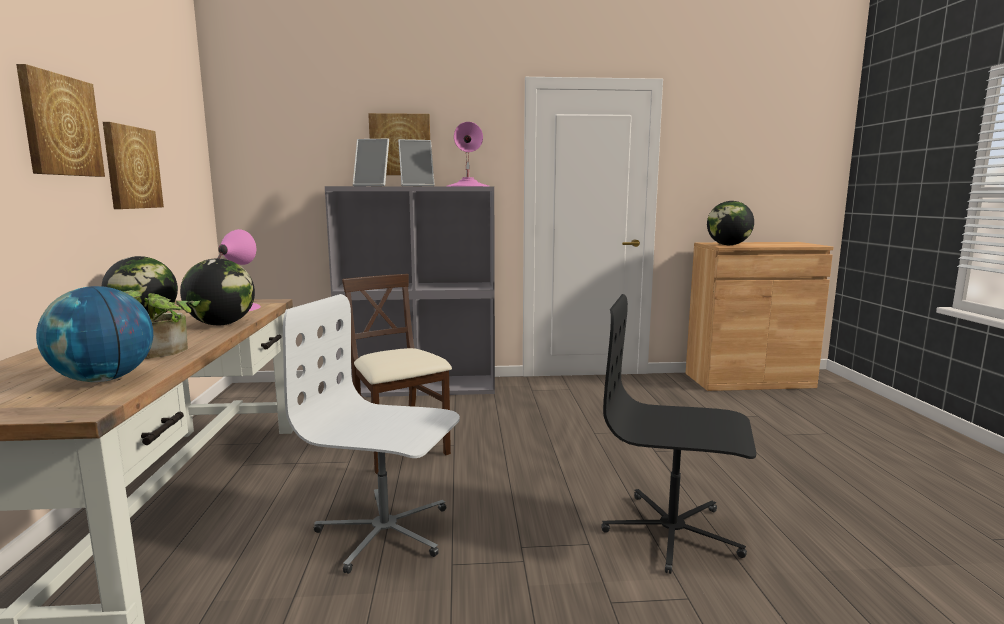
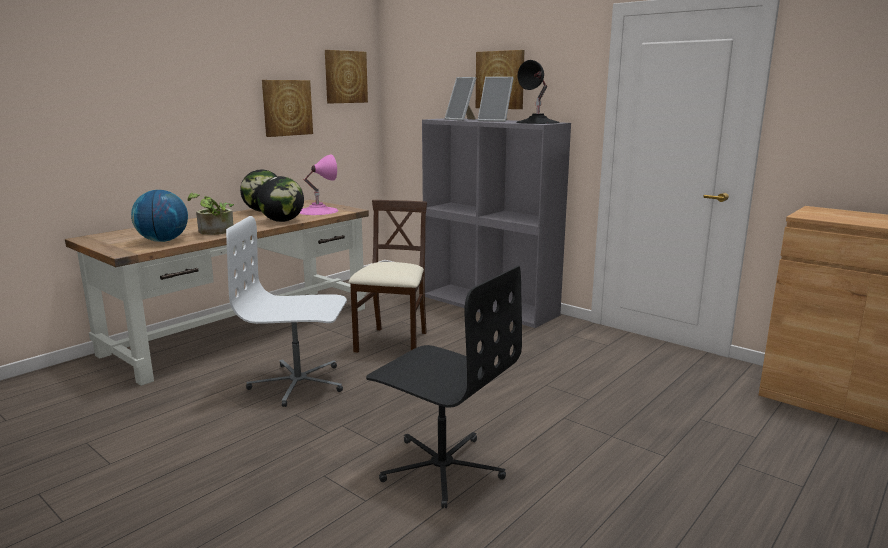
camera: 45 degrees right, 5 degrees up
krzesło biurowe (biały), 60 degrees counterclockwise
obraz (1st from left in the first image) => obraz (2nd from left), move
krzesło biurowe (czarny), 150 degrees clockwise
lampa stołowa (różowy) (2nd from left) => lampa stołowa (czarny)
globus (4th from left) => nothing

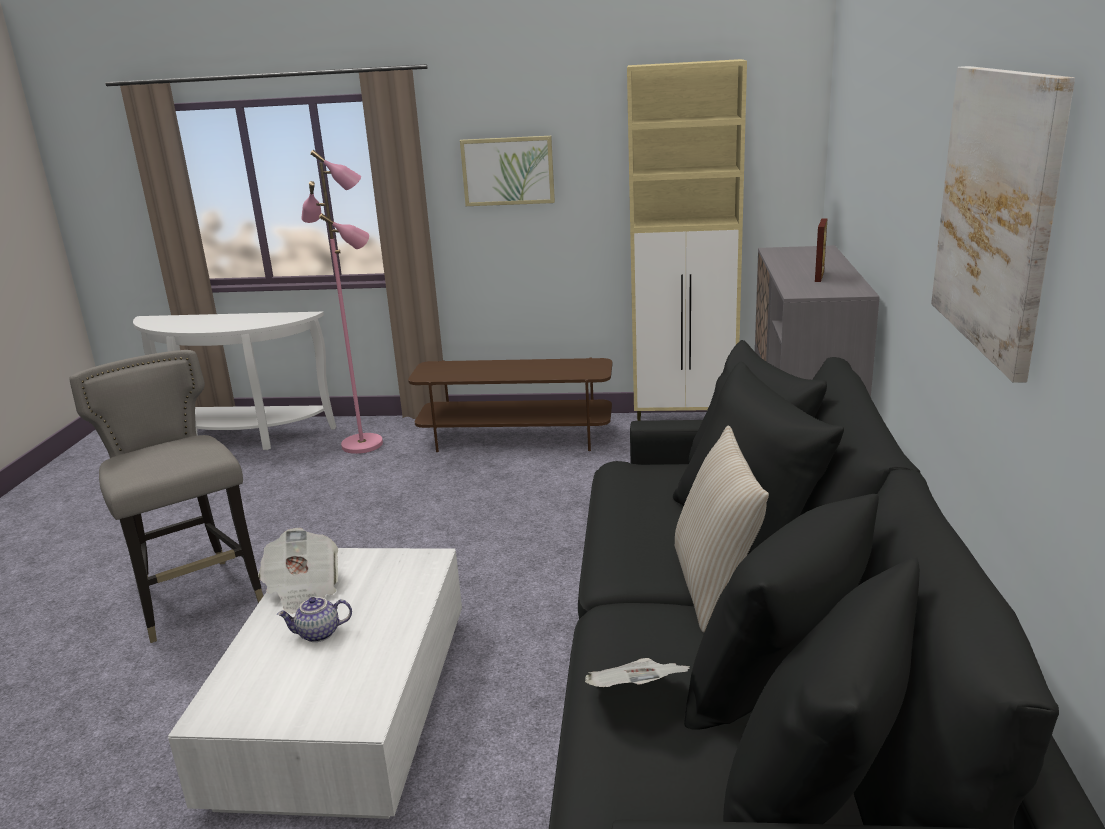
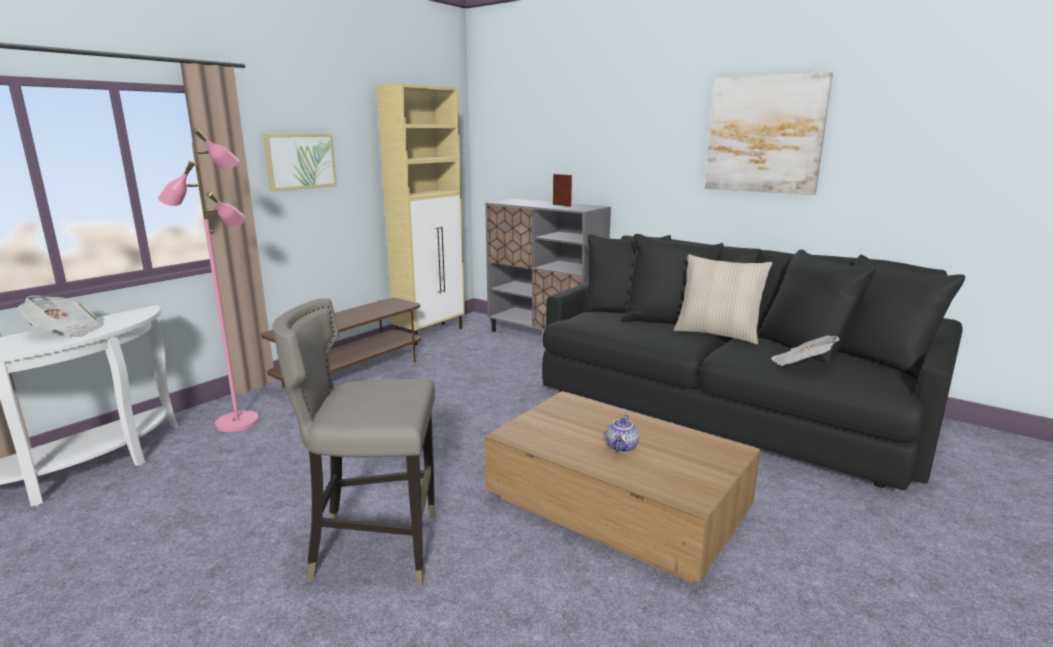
camera: 60 degrees left, 5 degrees down
gazeta (1st from left), move
ława (biały) => ława (brązowy)

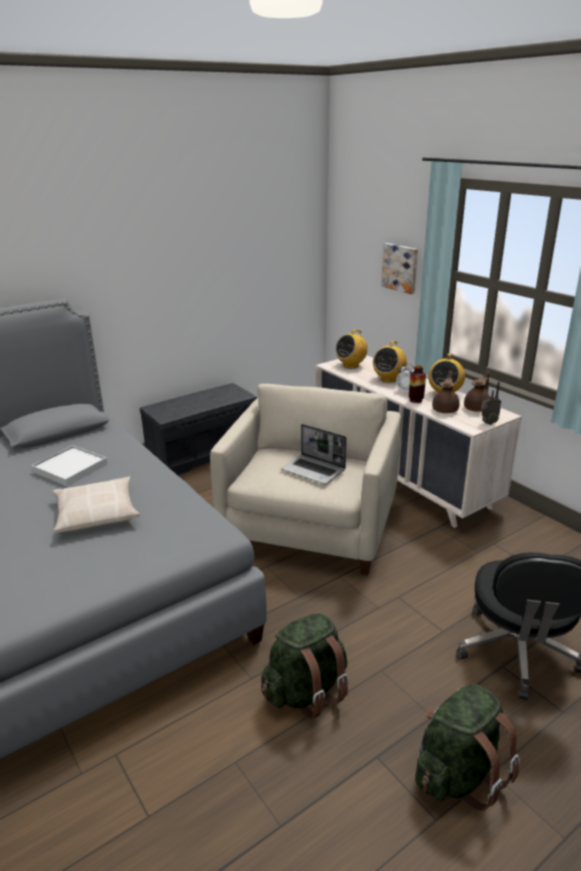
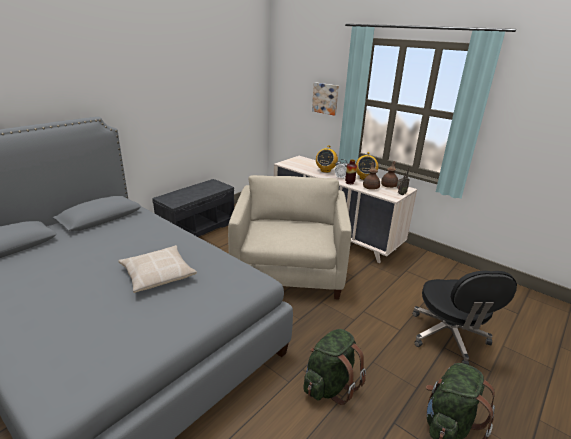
camera: 15 degrees left, 0 degrees up
taca (biały) => nothing
laptop => nothing
radio (1st from left) => nothing

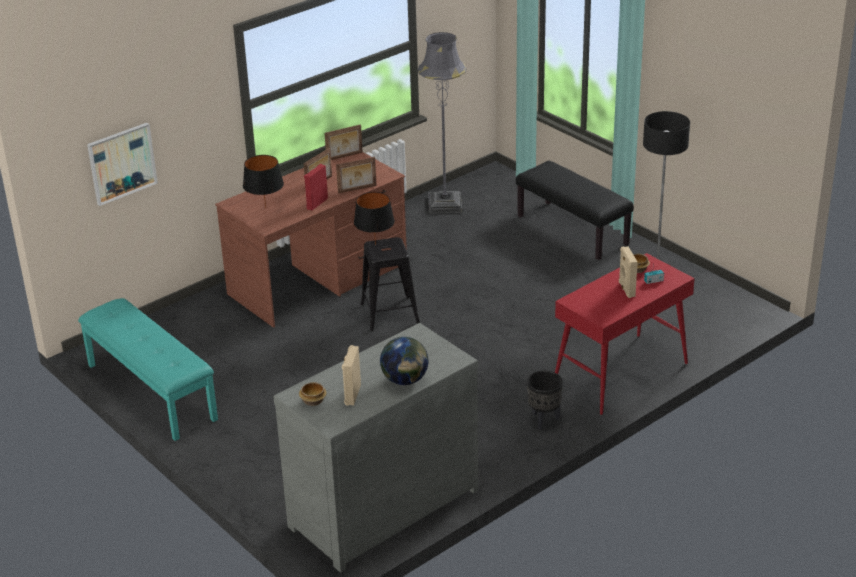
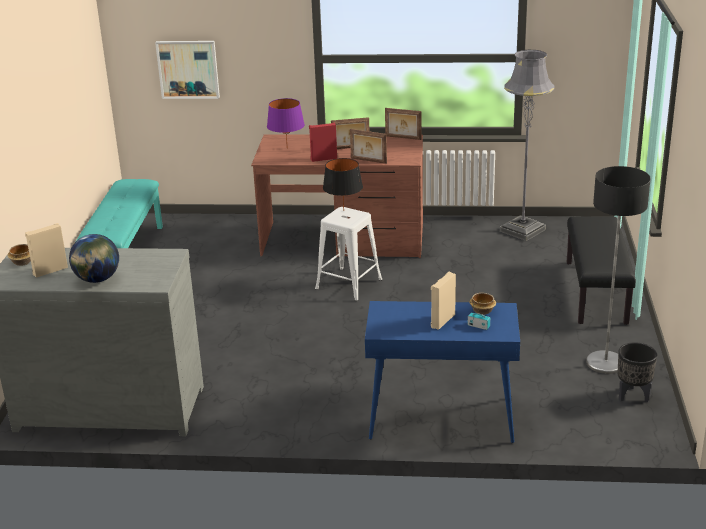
camera: 45 degrees right, 5 degrees down
lampa stołowa (czarny) (1st from left) => lampa stołowa (fioletowy)
stołek (czarny) => stołek (biały)
stolik konsolowy (czerwony) => stolik konsolowy (niebieski)
donica (czarny), move

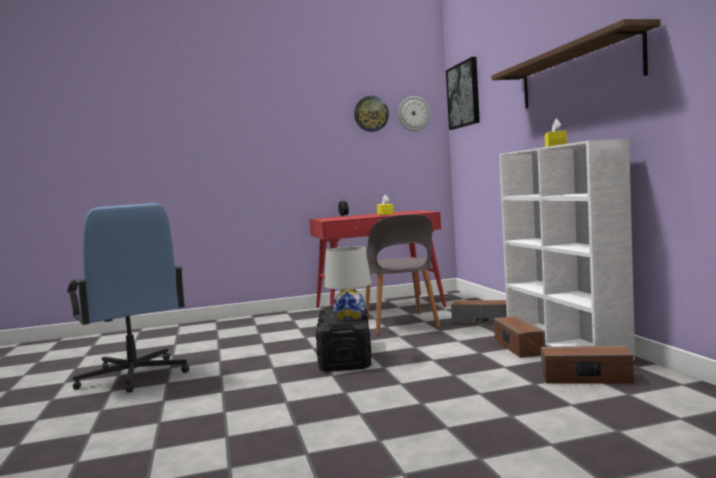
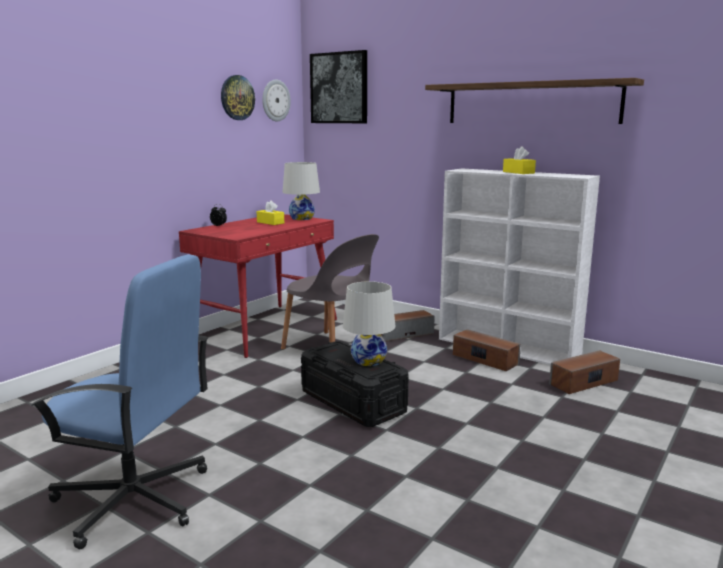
camera: 40 degrees left, 10 degrees up
nothing => lampa stołowa (biały) (1st from left)

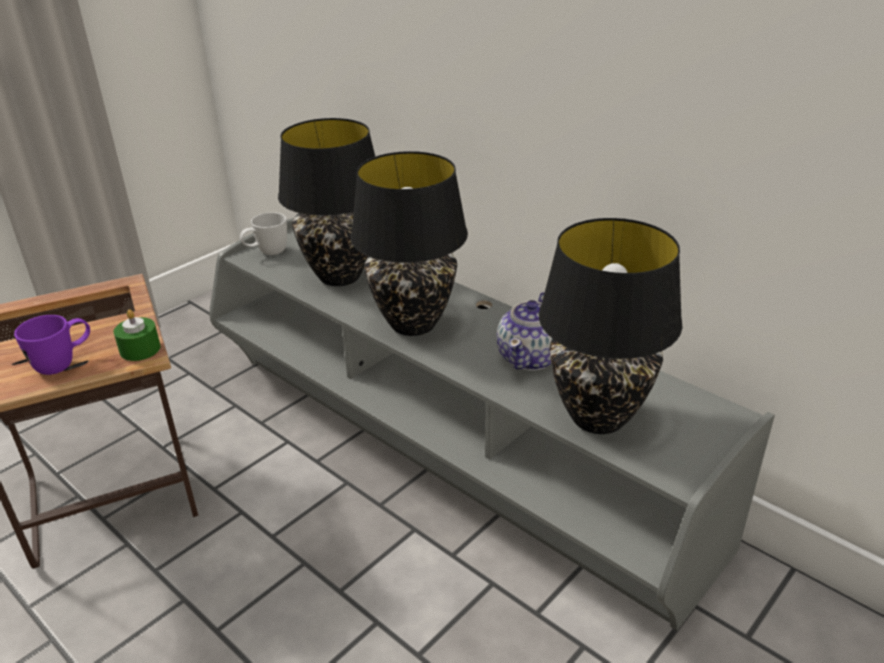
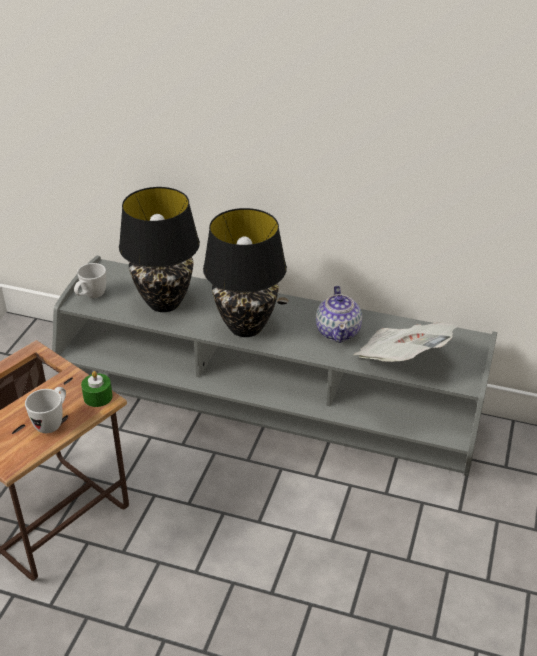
camera: 25 degrees left, 5 degrees up
kubek (fioletowy) => kubek (biały) (1st from left)
lampa stołowa (czarny) (3rd from left) => gazeta

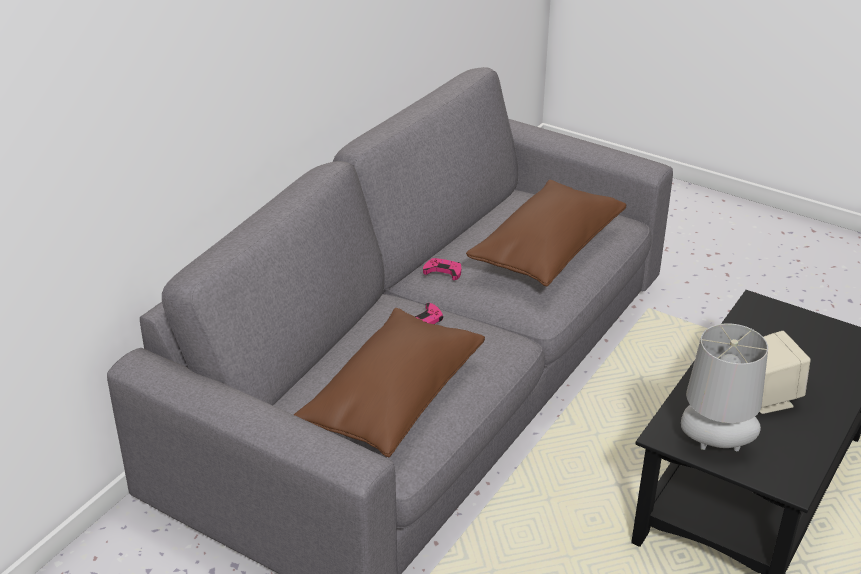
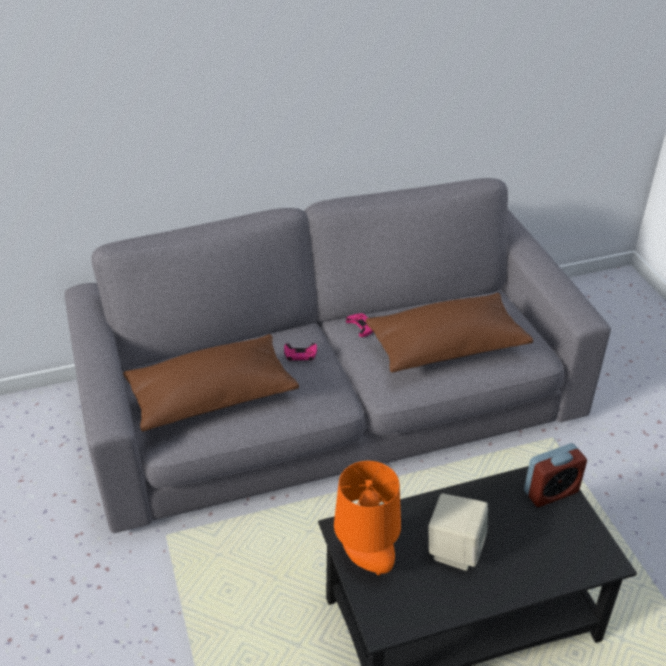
camera: 40 degrees right, 5 degrees up
lampa stołowa (szary) => lampa stołowa (pomarańczowy)
nothing => budzik

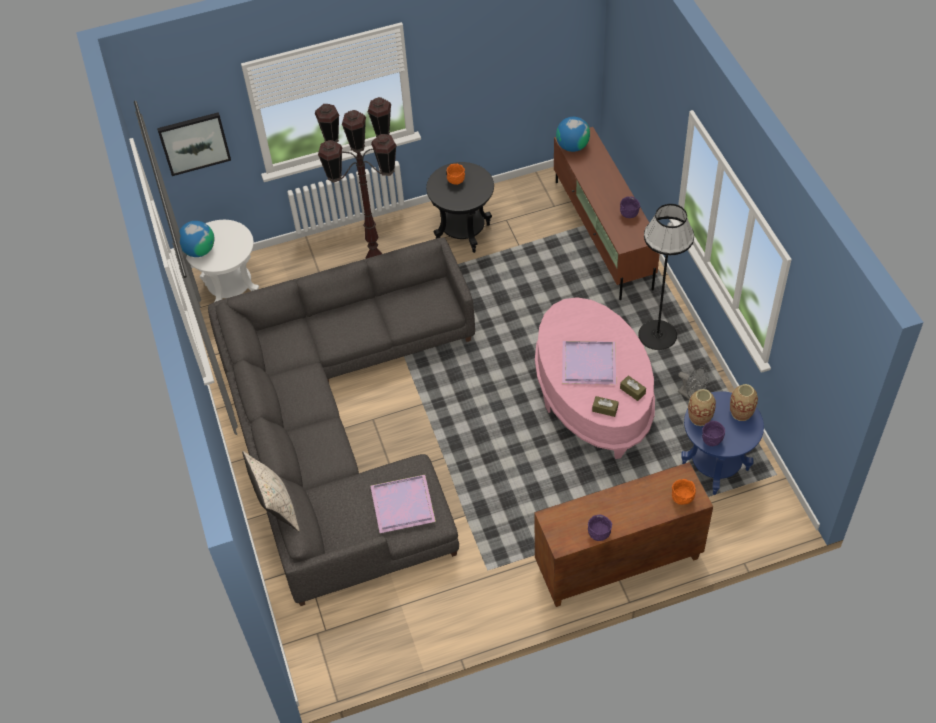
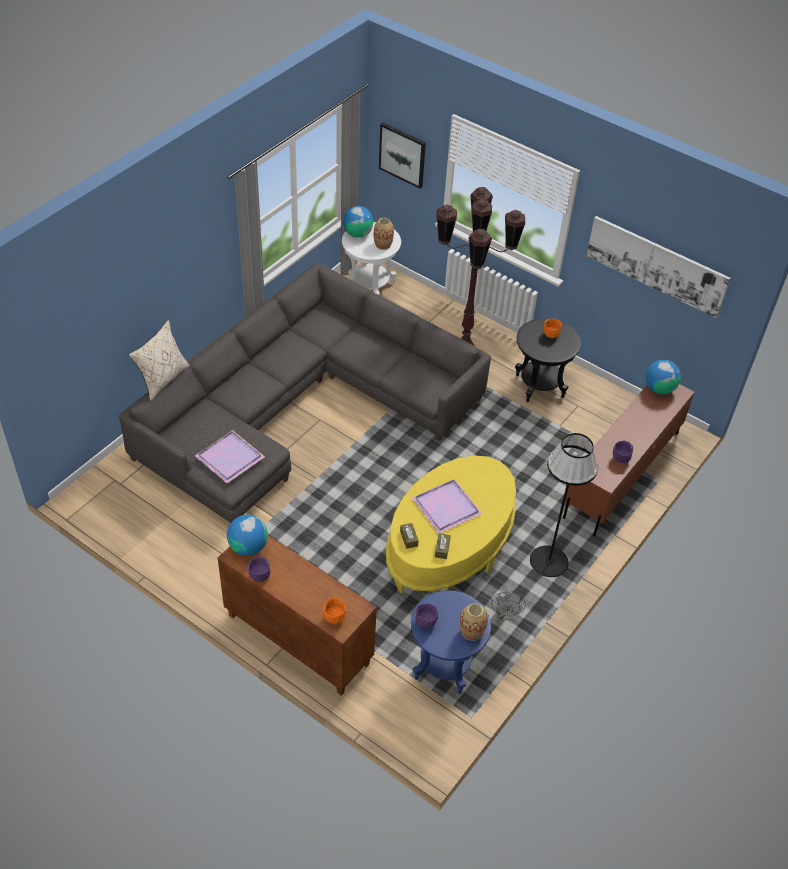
camera: 50 degrees right, 5 degrees down
nothing => globus (1st from left)
wazon (1st from left), move
ława (różowy) => ława (żółty)
nothing => obraz (2nd from left)

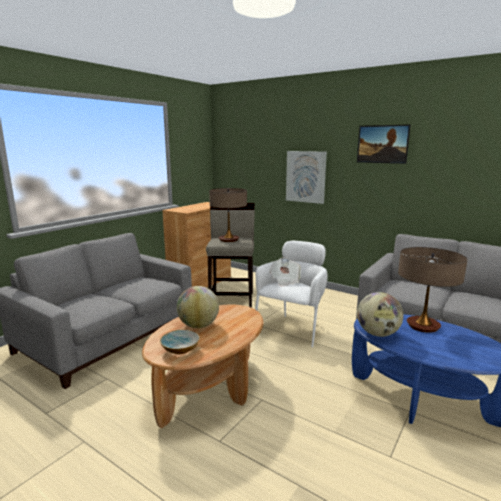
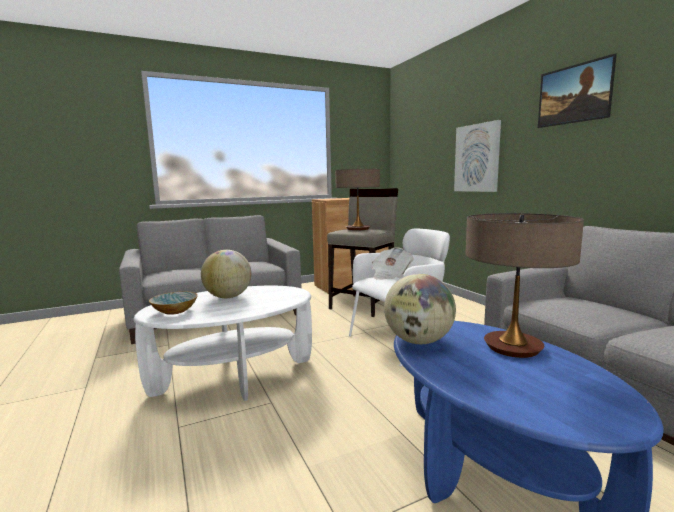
camera: 30 degrees right, 5 degrees down
ława (brązowy) => ława (biały)

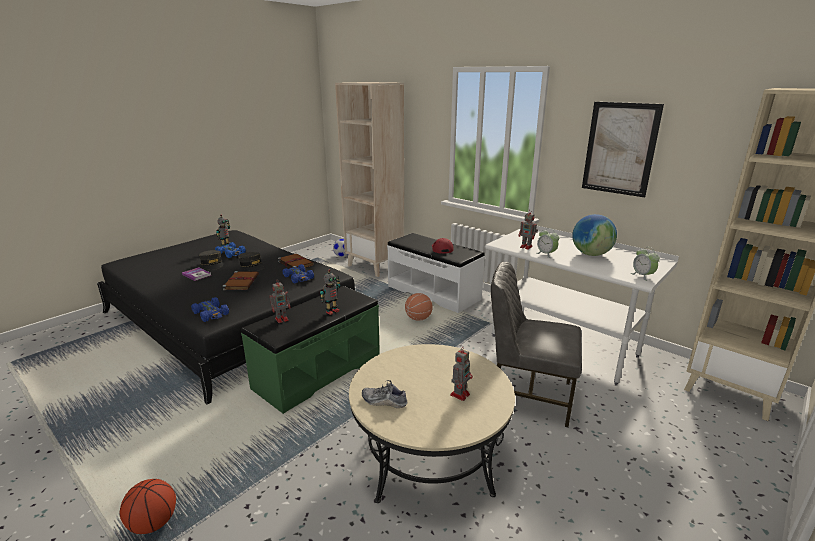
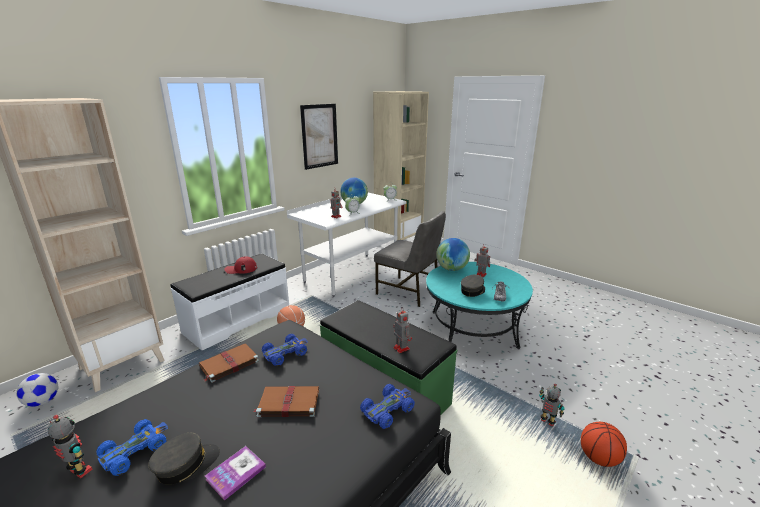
camera: 90 degrees left, 0 degrees up
krzesło (szary), 75 degrees counterclockwise
ława (beżowy) => ława (turkusowy)
nothing => globus (2nd from left)
czapka z daszkiem (szary) (2nd from left), move
robot zabawkowy (3rd from left in the first image) => robot zabawkowy (5th from left), move

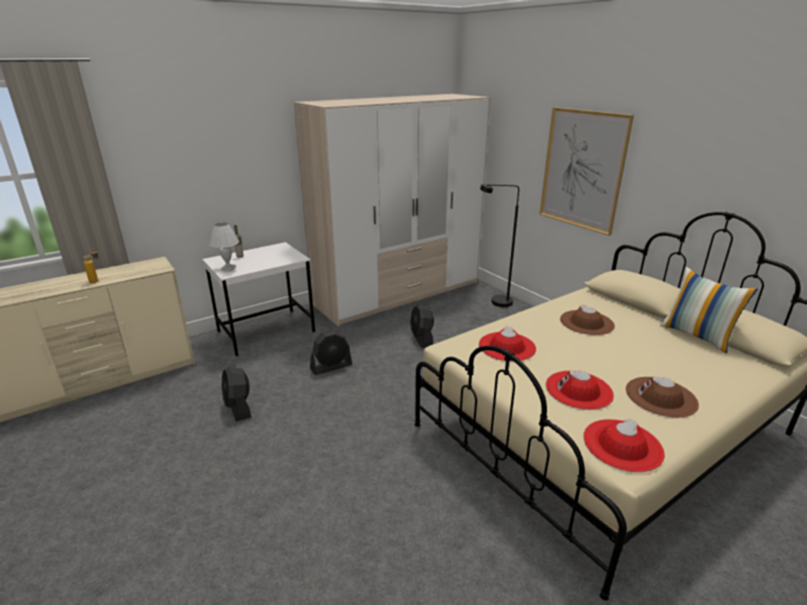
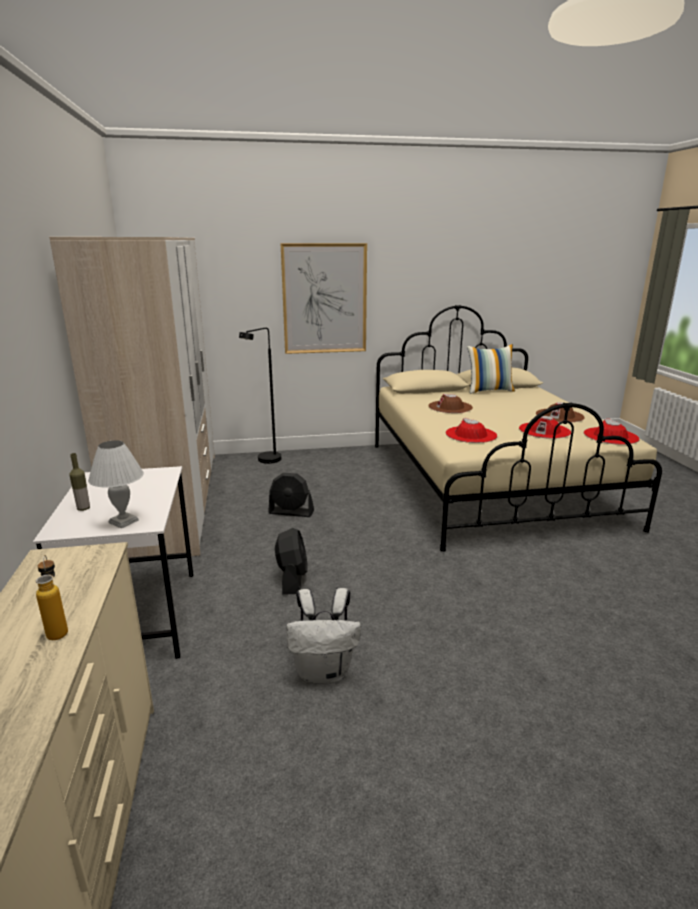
camera: 65 degrees left, 5 degrees down
wentylator (czarny) (1st from left) => plecak (biały)

